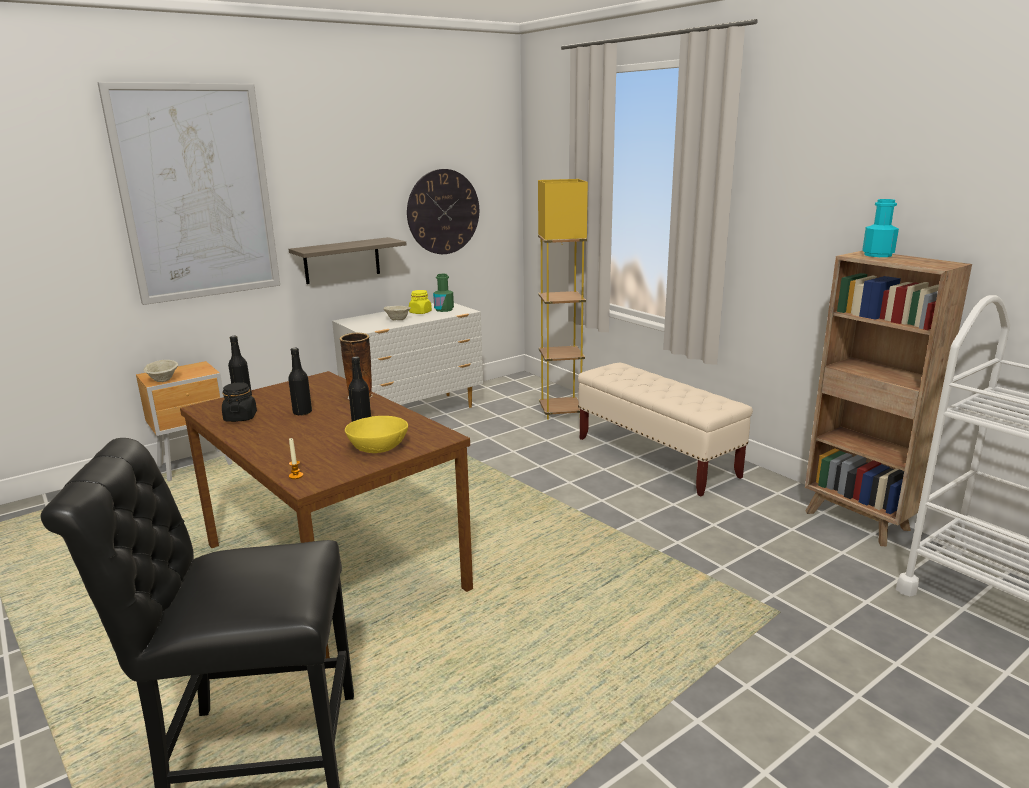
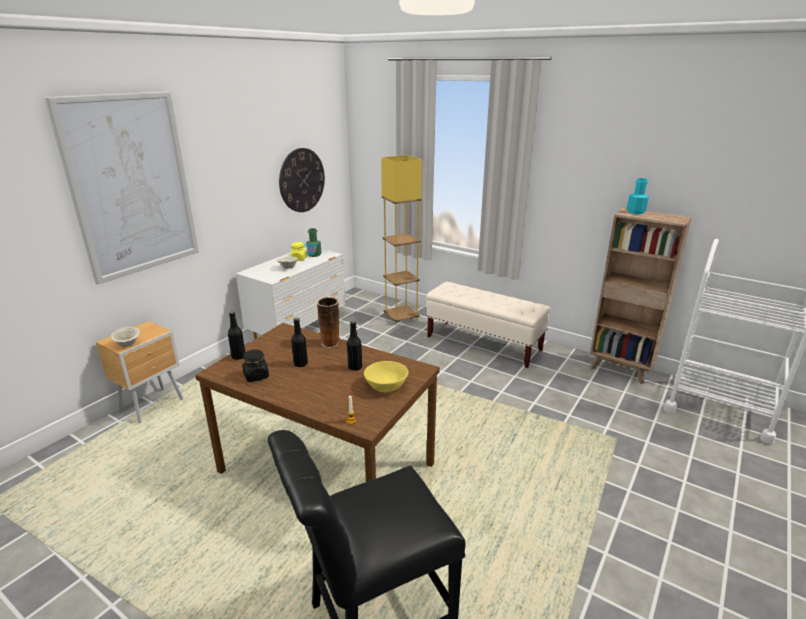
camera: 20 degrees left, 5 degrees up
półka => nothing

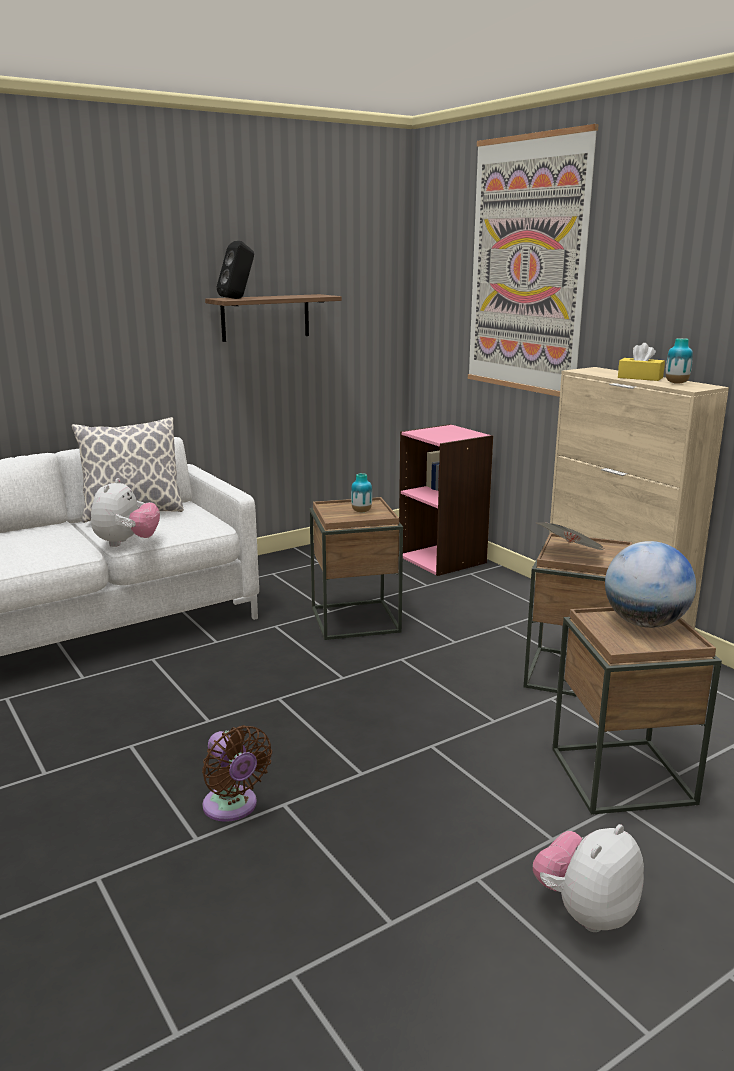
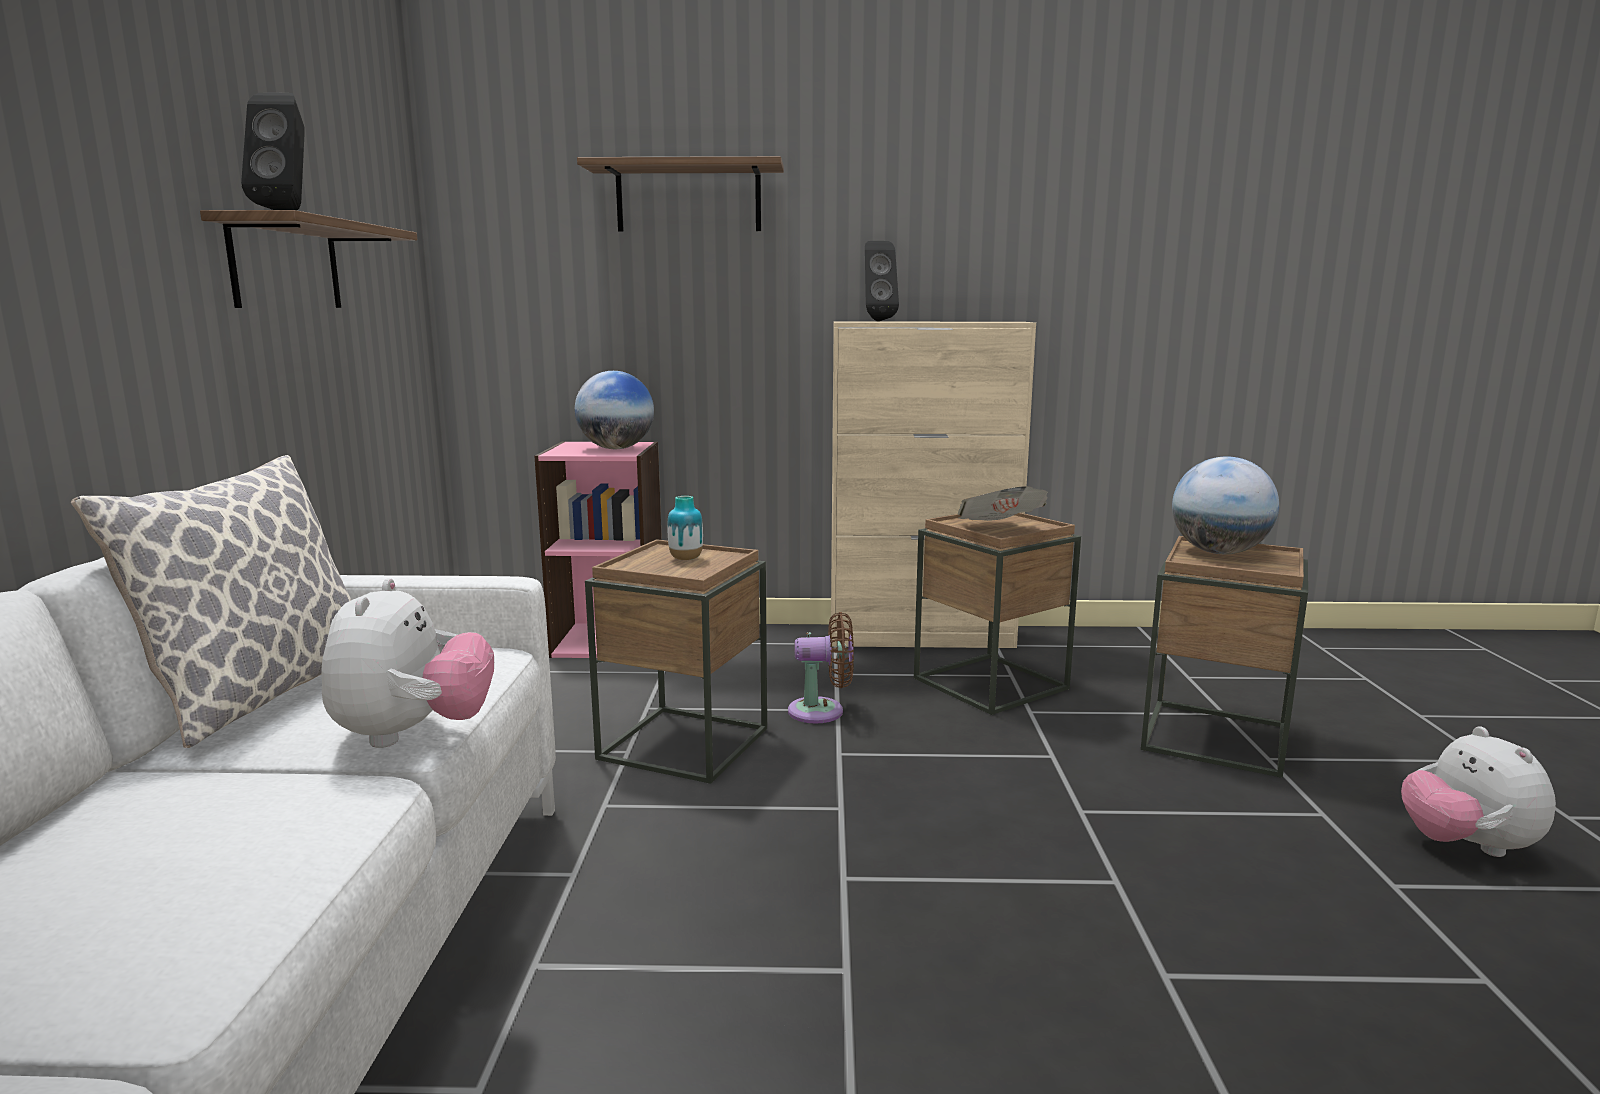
camera: 55 degrees left, 5 degrees down
pluszak (1st from left), 45 degrees clockwise
nothing => globus (1st from left)
obraz => półka (2nd from left)
wentylator (brązowy), move
nothing => głośnik (czarny) (2nd from left)
pudełko chusteczek (żółty) => nothing
wazon (2nd from left) => nothing

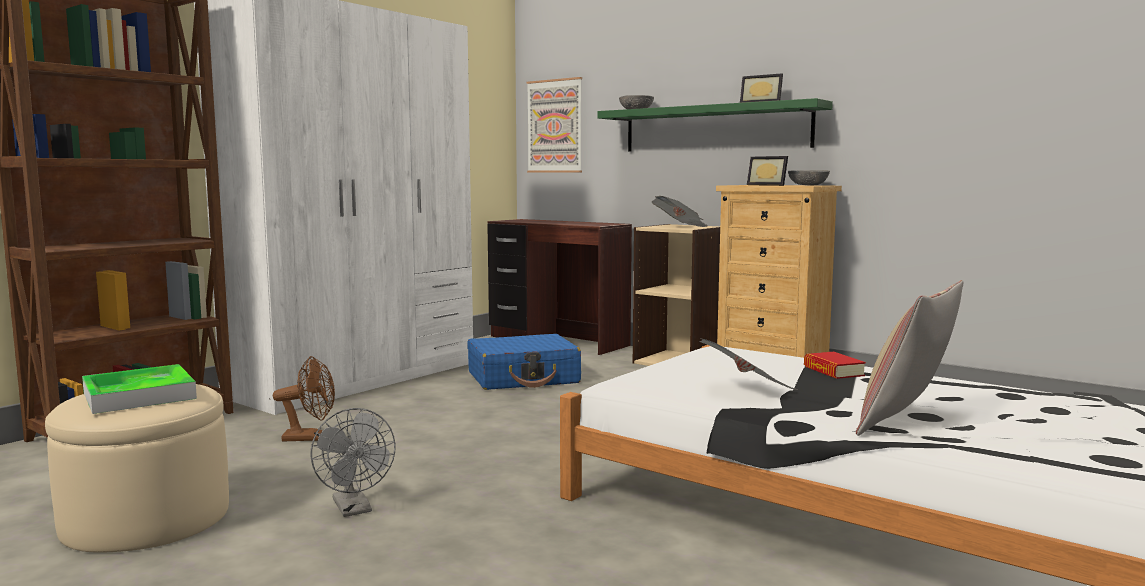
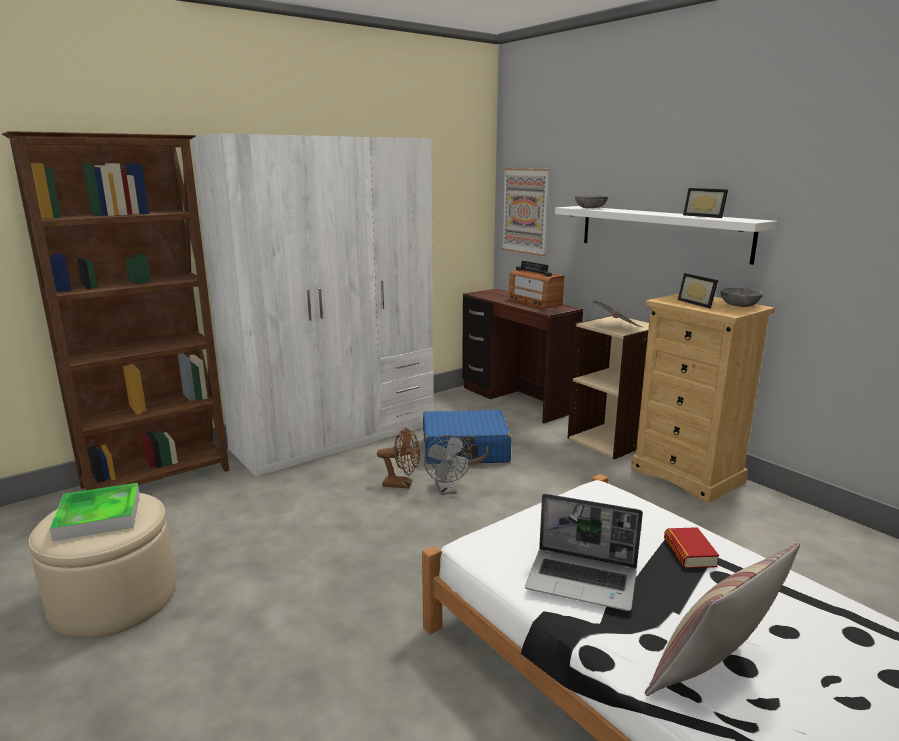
camera: 15 degrees right, 10 degrees up
wentylator (brązowy), move
wentylator (szary), move
nothing => radio
gazeta (2nd from left) => laptop
półka (zielony) => półka (biały)

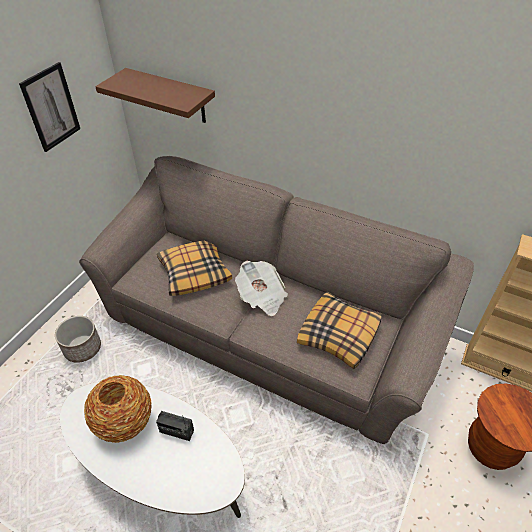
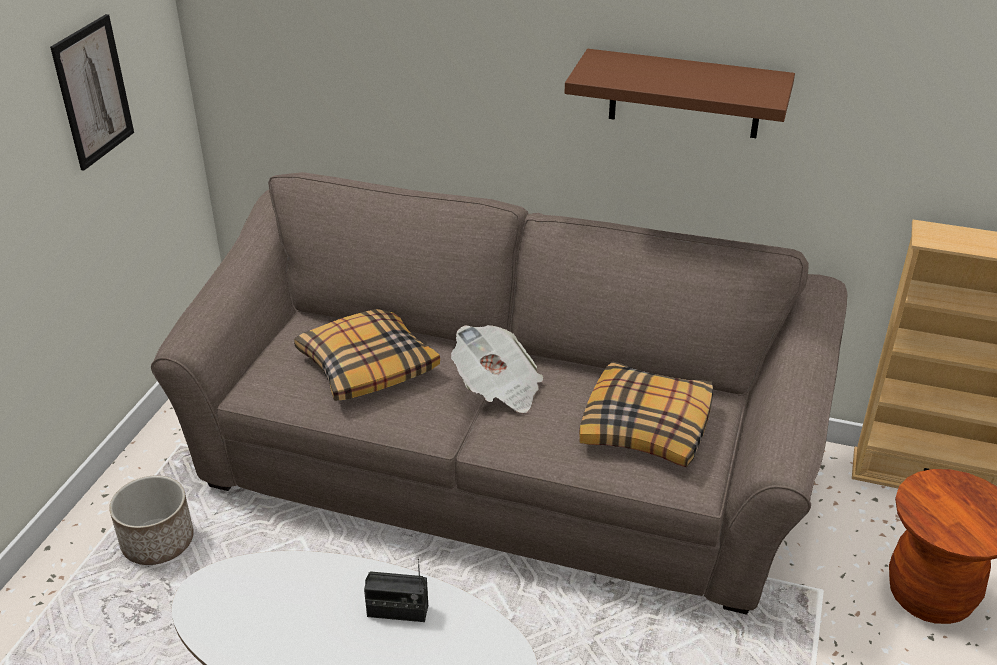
camera: 10 degrees left, 10 degrees down
półka (brązowy), move
wazon => nothing

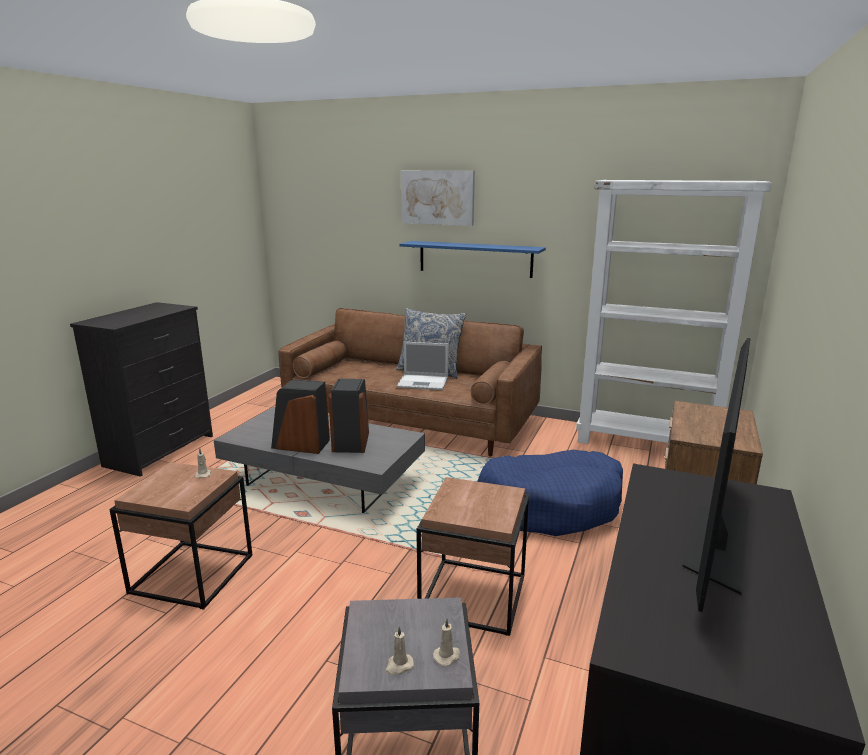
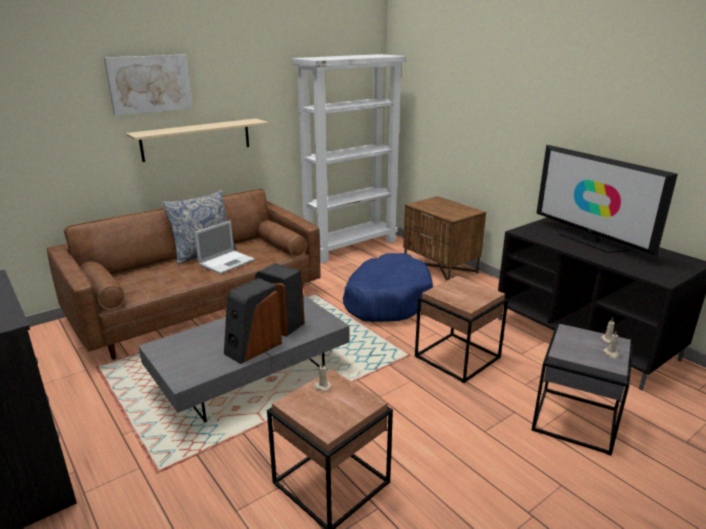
camera: 60 degrees left, 5 degrees up
półka (niebieski) => półka (beżowy)

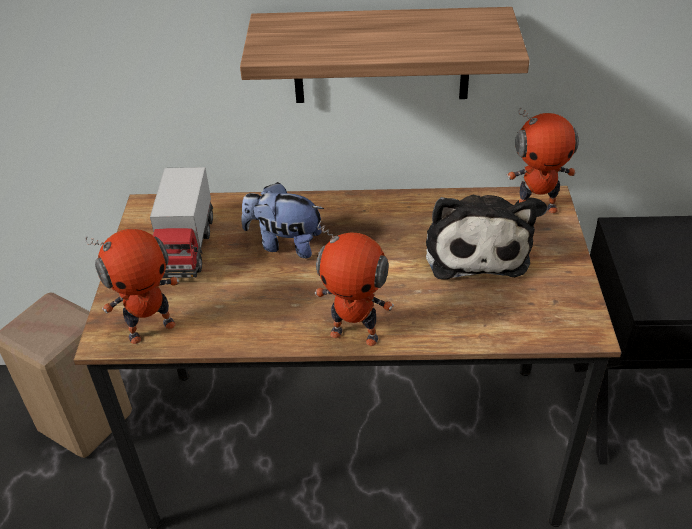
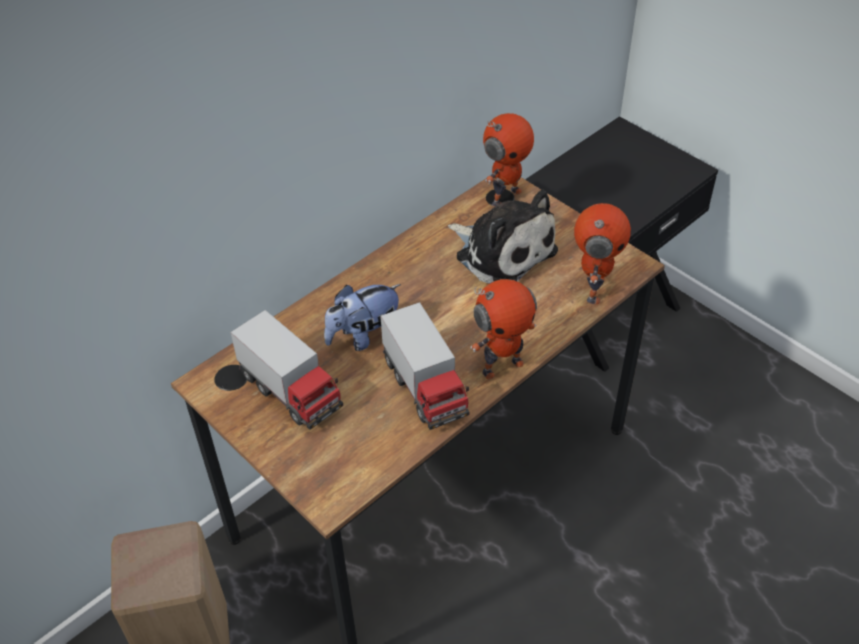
camera: 45 degrees left, 5 degrees up
nothing => ciężarówka zabawkowa (2nd from left)
robot zabawkowy (1st from left in the first image) => robot zabawkowy (3rd from left), move
półka => nothing

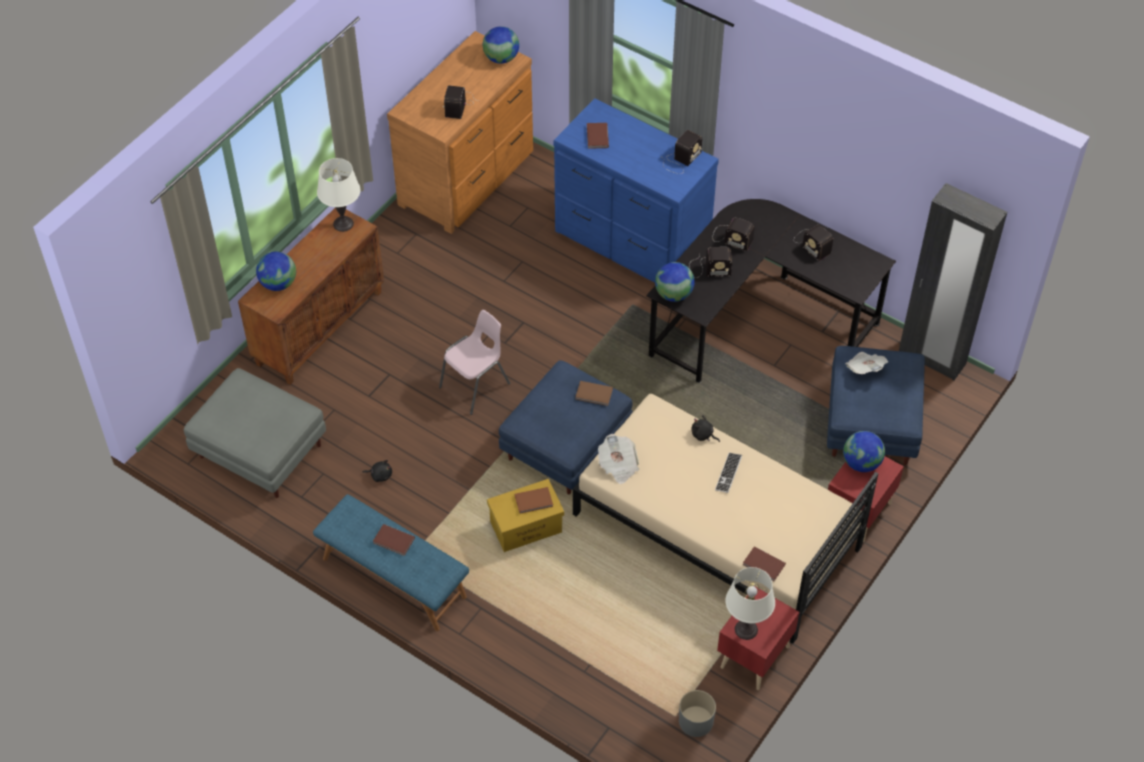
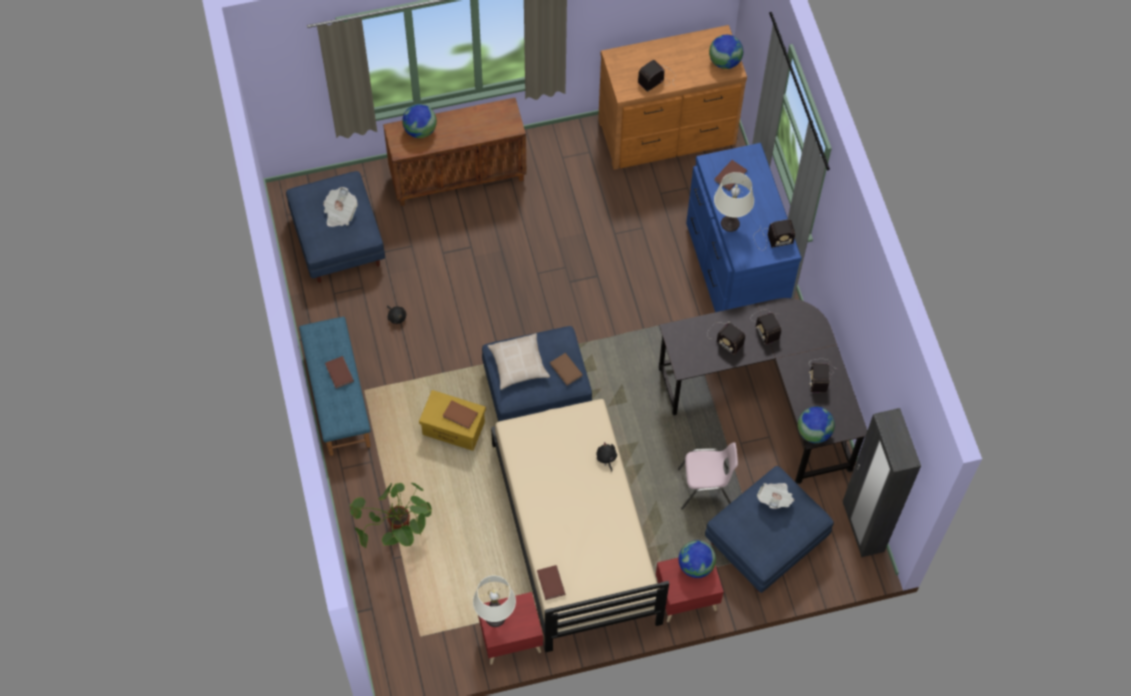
camera: 40 degrees right, 10 degrees up
pufa (szary) => pufa (niebieski) (1st from left)
gazeta (1st from left), move
nothing => roślina doniczkowa
nothing => poduszka (beżowy)
krzesło (różowy), move
lampa stołowa (biały) (1st from left in the first image) => lampa stołowa (biały) (2nd from left), move
globus (3rd from left in the first image) => globus (4th from left), move
donica (szary) => nothing
klawiatura => nothing

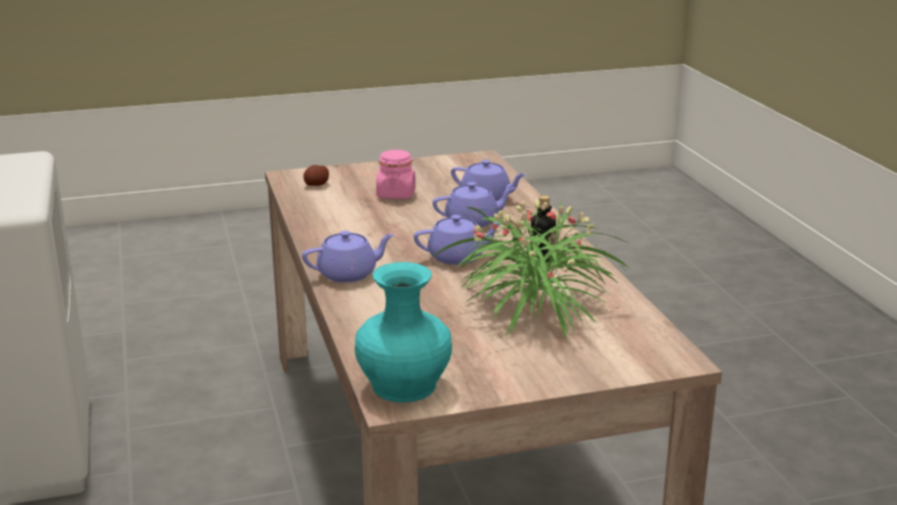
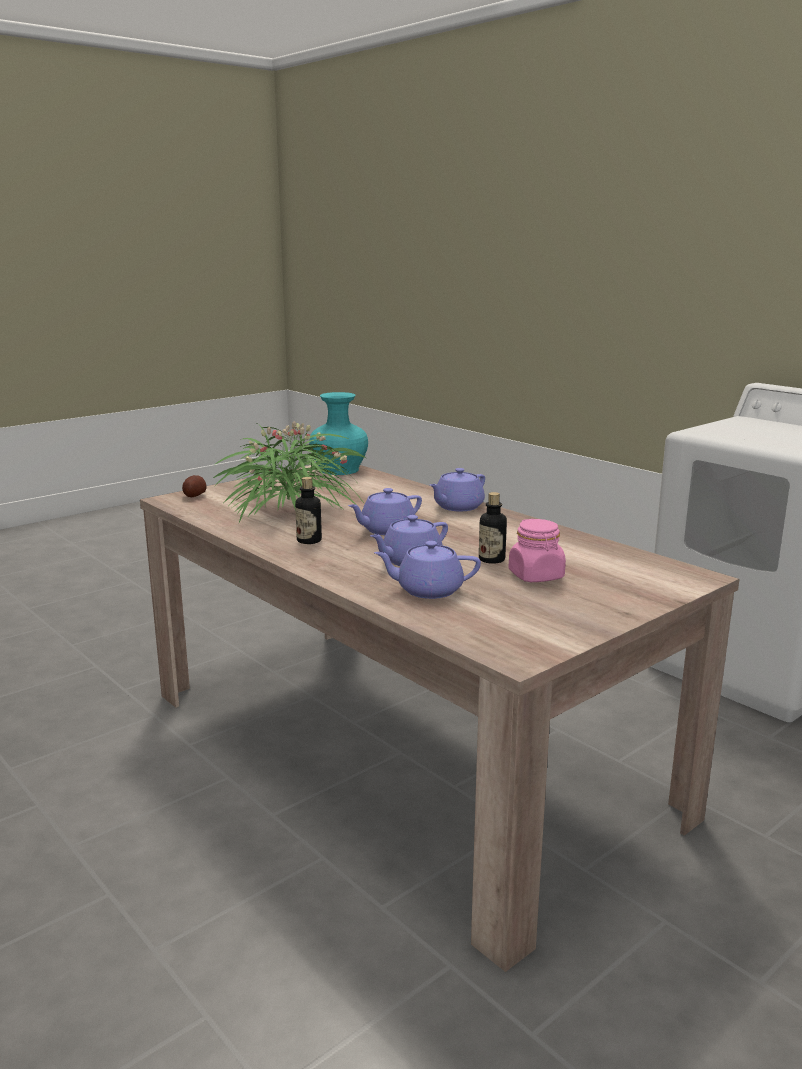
camera: 155 degrees right, 5 degrees down
ziemniak, move
nothing => butelka (2nd from left)

